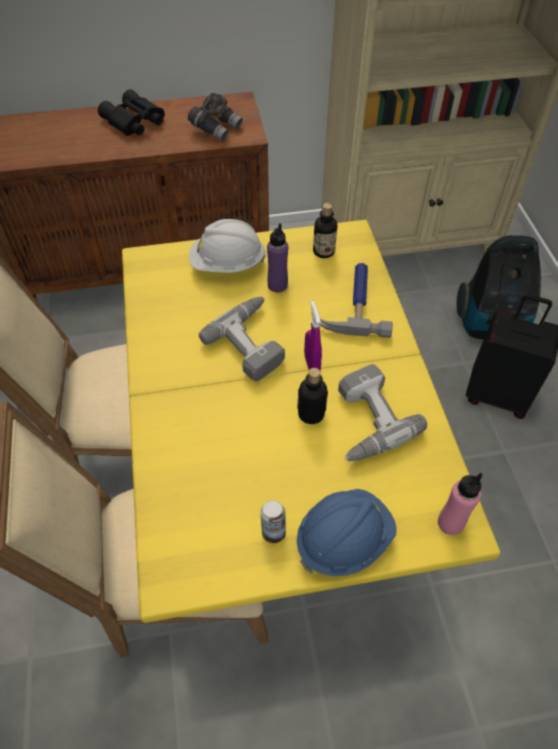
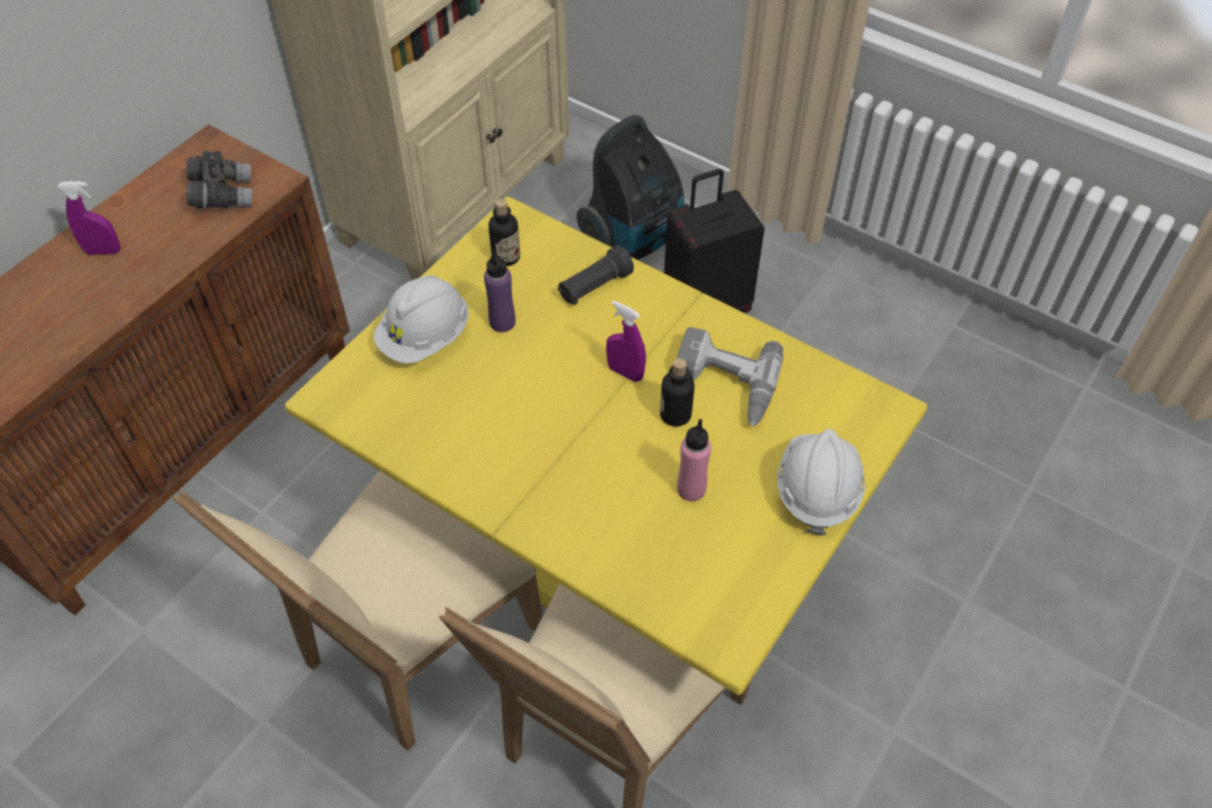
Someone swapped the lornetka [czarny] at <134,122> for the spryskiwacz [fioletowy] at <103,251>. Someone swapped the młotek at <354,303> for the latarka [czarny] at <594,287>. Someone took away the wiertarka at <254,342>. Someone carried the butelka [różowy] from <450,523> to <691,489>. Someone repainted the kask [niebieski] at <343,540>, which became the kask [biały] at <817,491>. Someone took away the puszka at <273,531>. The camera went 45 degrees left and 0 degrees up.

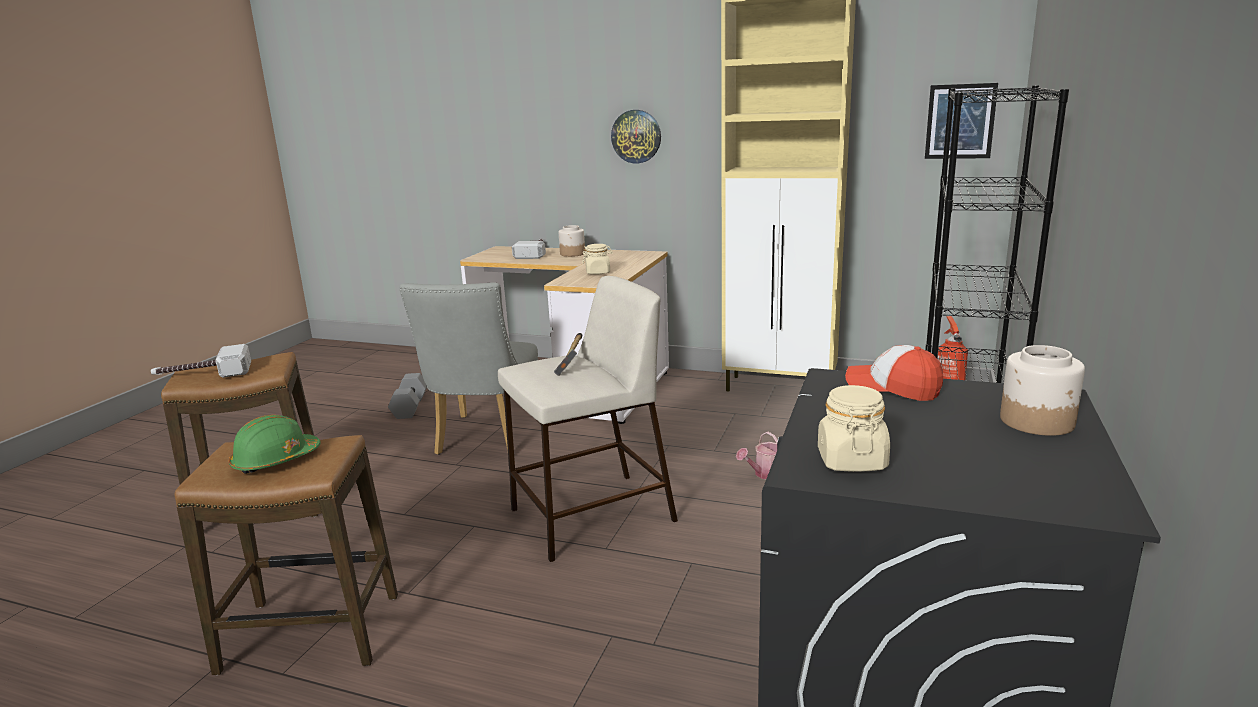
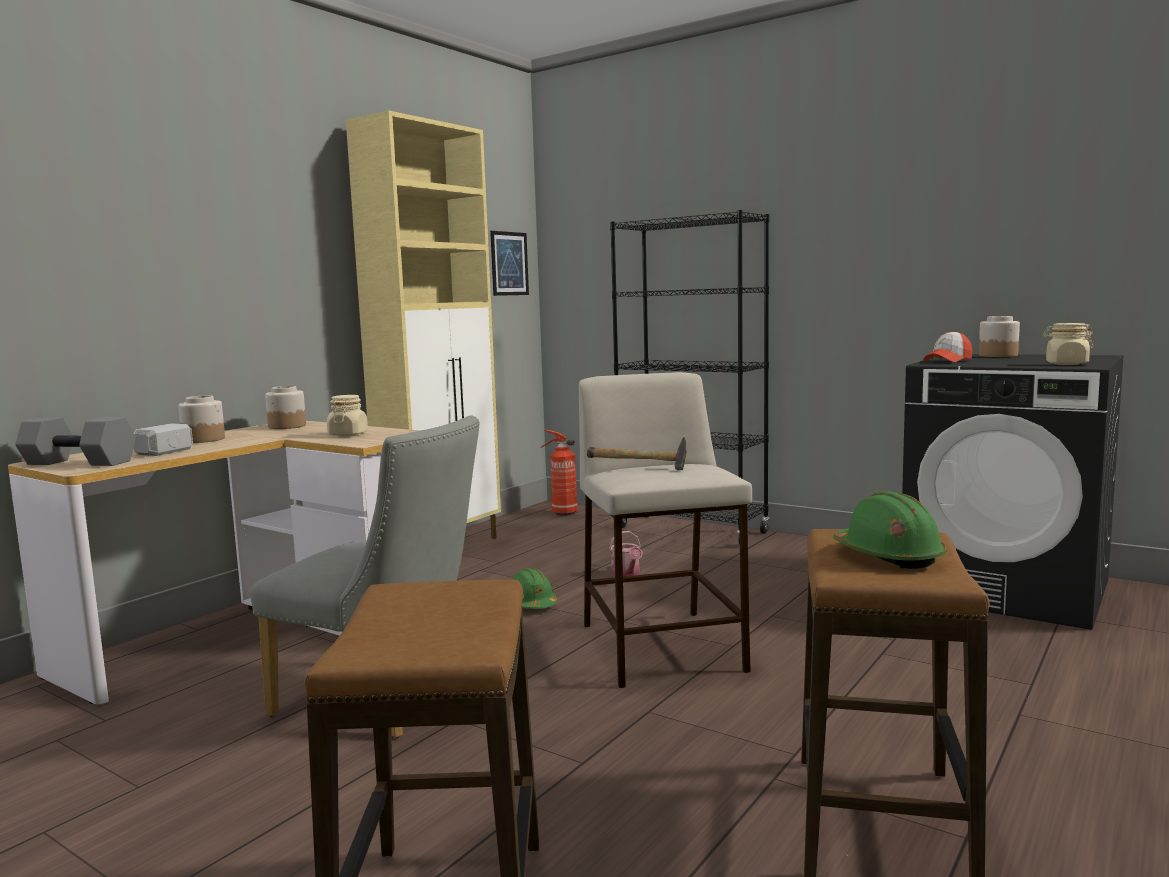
Someone took away the zegar ścienny at <636,136>. Someone took away the młotek at <203,375>. Someone carried the hantel [szary] from <409,407> to <77,463>. Someone put down the słoik at <287,426>. Someone put down the kask [zielony] at <532,604>. The camera went 75 degrees left and 10 degrees down.

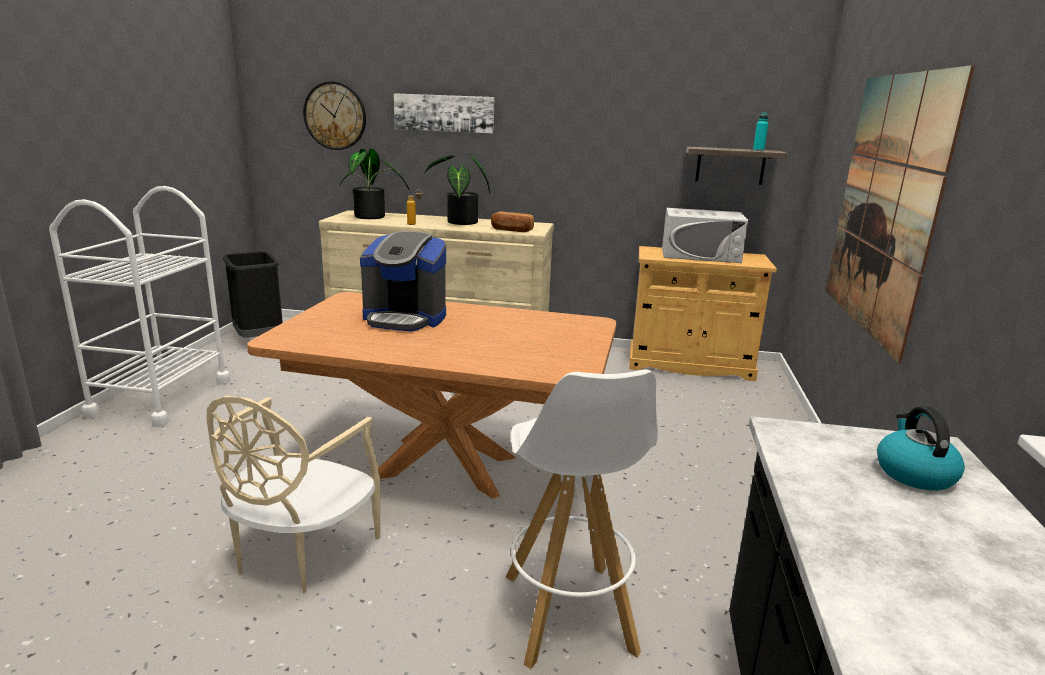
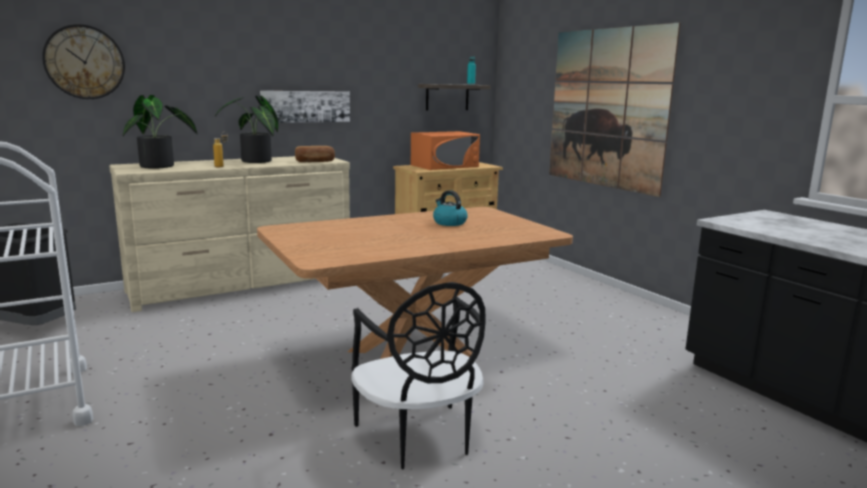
Someone carried the obraz from <444,113> to <306,106>. Someone repainted the mikrofalówka [biały] at <700,255>, which became the mikrofalówka [pomarańczowy] at <444,166>. Someone took away the ekspres do kawy at <405,318>. Someone took away the stołek [biały] at <568,614>. Someone repainted the krzesło [beżowy] at <301,553>, which became the krzesło [czarny] at <419,438>. Someone carried the czajnik from <913,473> to <449,223>. The camera went 40 degrees left and 5 degrees down.

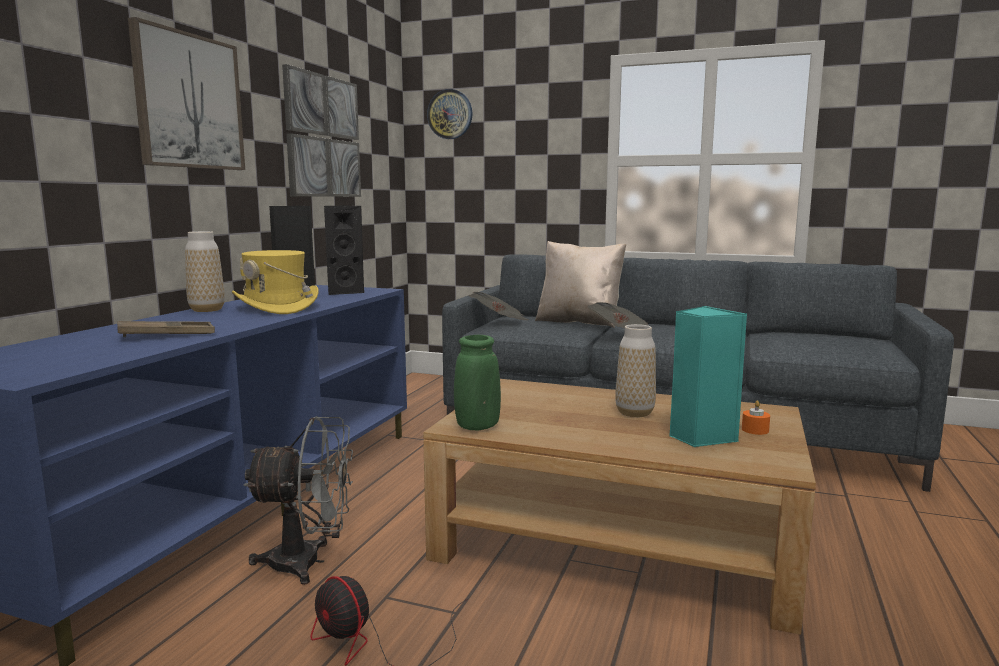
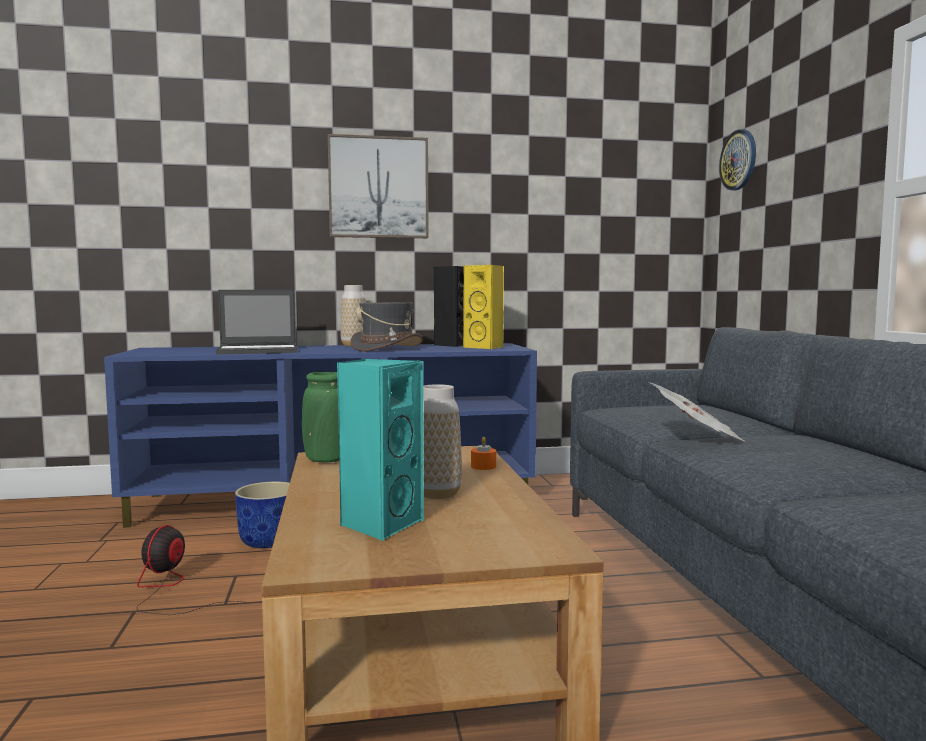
Someone took away the obraz at <323,137>. Someone repainted the głośnik [czarny] at <344,292>, which became the głośnik [żółty] at <485,347>. Someone took away the poduszka [beżowy] at <579,322>. Someone repainted the kapelusz [żółty] at <277,307>, which became the kapelusz [szary] at <387,348>. Someone took away the gazeta at <500,323>. Someone swapped the taca [brązowy] at <167,335> for the laptop at <259,351>. Someone carried the świeca [pomarańczowy] from <755,430> to <483,466>. Someone swapped the wentylator [szary] at <308,562> for the donica [niebieski] at <269,541>. The camera went 60 degrees right and 5 degrees down.

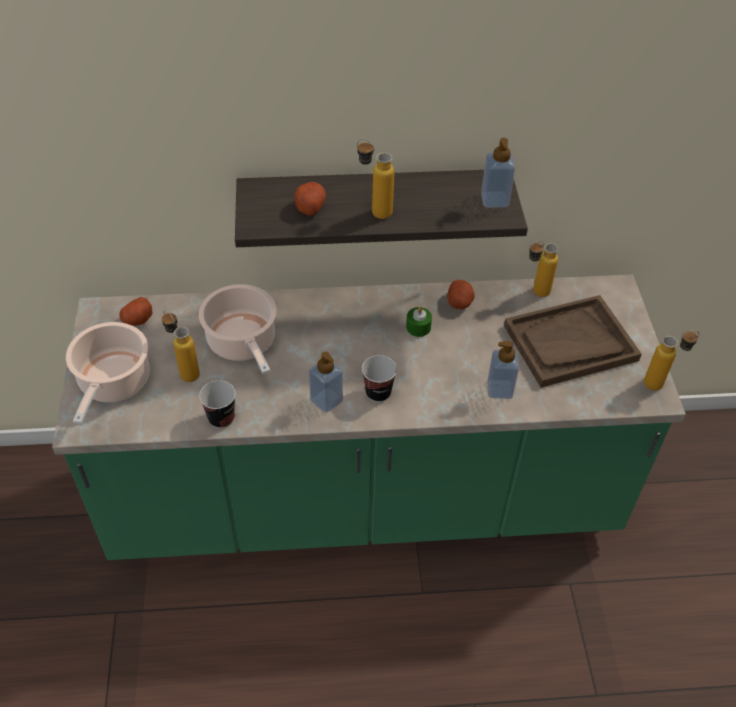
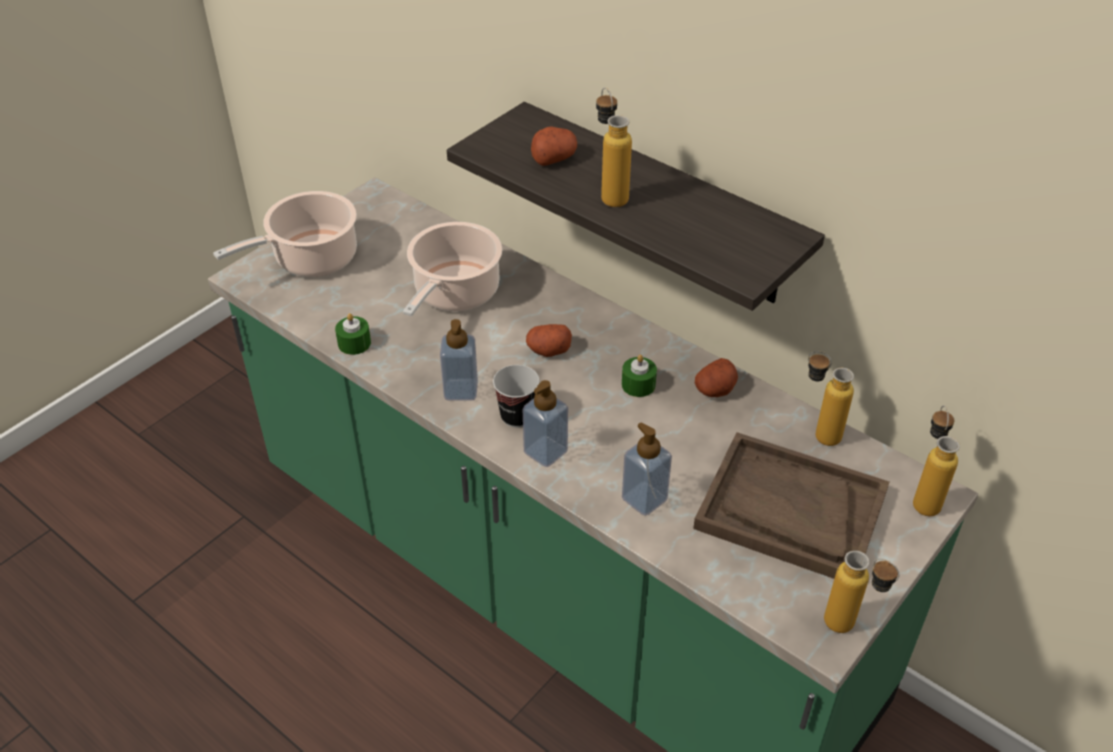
Someone carried the dozownik mydła from <494,200> to <545,452>. Someone carried the ziemniak from <138,320> to <548,350>. Someone carried the butelka from <185,371> to <923,497>. Someone swapped the filiżanka at <221,418> for the świeca [zielony] at <354,343>. The camera went 45 degrees right and 5 degrees down.

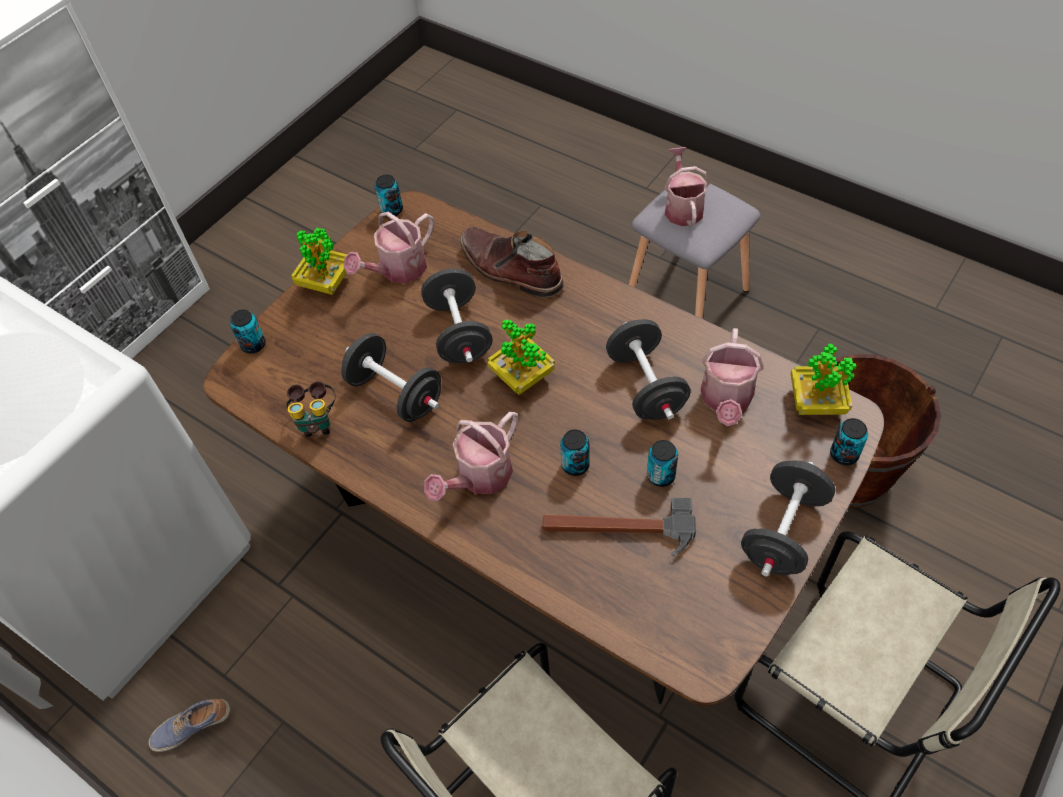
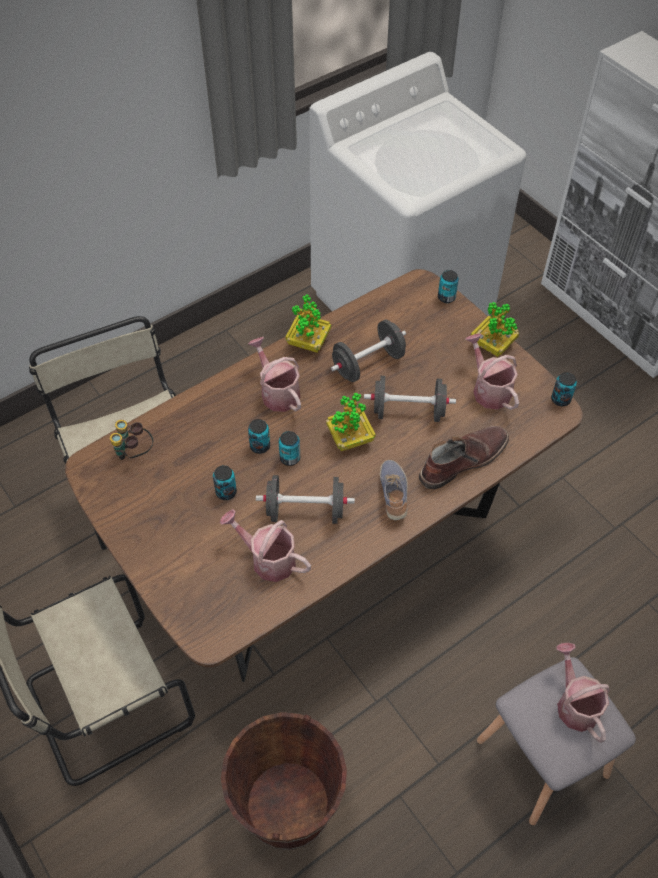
Someone rotated the konewka at <682,207> by 120 degrees counterclockwise. Someone carried the roślina doniczkowa from <816,402> to <308,342>. Someone carried the lornetka from <317,422> to <134,453>. Someone carried the puszka from <844,454> to <290,458>. Someone took away the hantel [czarny] at <783,532>. Someone took away the młotek at <618,529>. Someone carried the but from <192,726> to <394,494>. The camera went 105 degrees right and 0 degrees up.

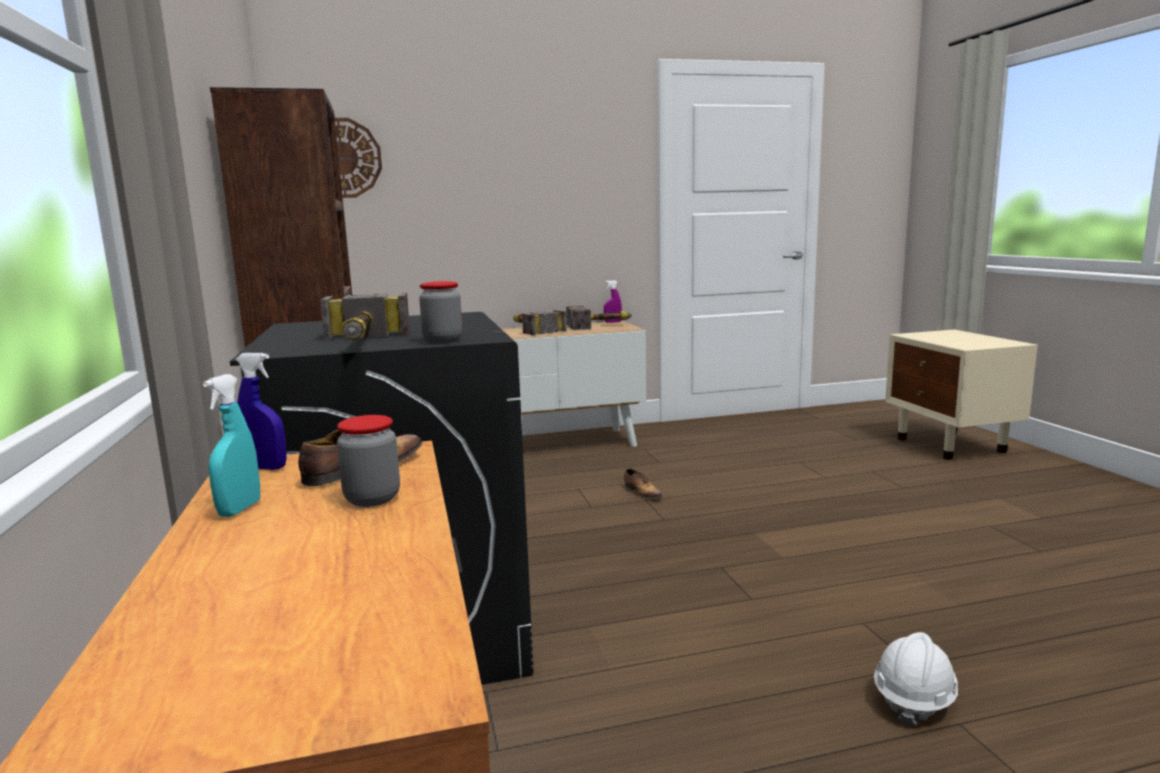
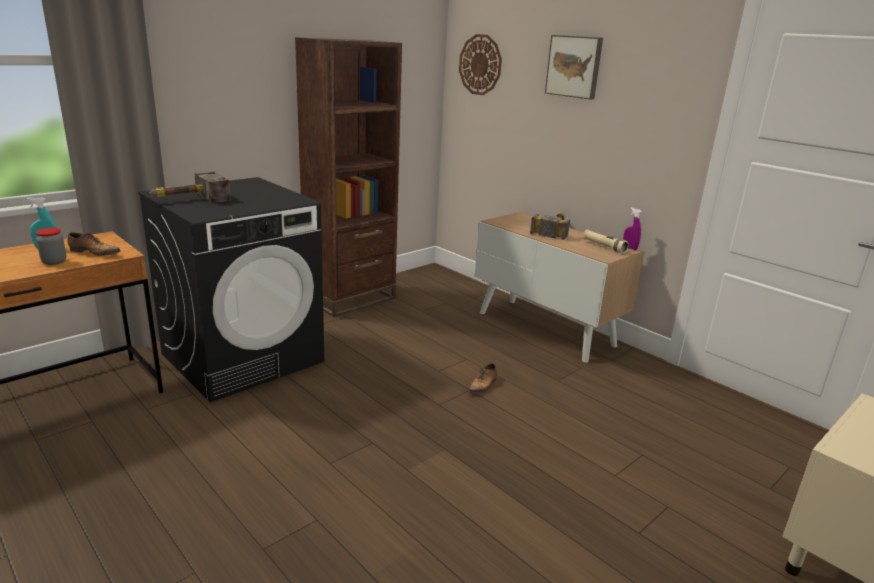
Someone took away the słoik at <443,340>. Someone swapped the młotek at <601,326> for the latarka [beżowy] at <604,247>. Someone took away the spryskiwacz [niebieski] at <265,467>. Someone took away the kask [biały] at <913,699>. Someone put up the obraz at <574,66>. The camera went 60 degrees right and 10 degrees up.

